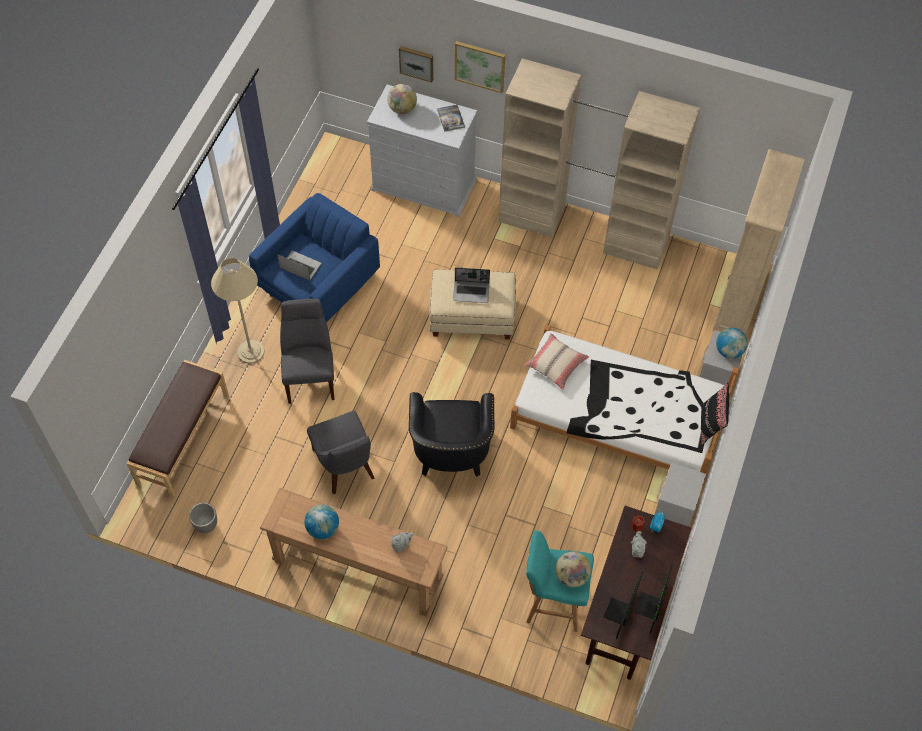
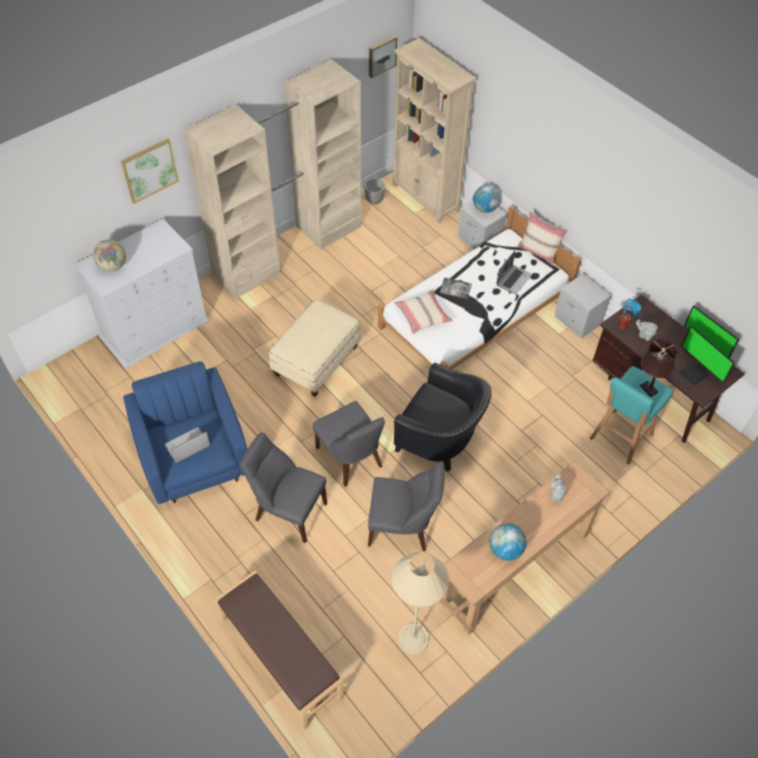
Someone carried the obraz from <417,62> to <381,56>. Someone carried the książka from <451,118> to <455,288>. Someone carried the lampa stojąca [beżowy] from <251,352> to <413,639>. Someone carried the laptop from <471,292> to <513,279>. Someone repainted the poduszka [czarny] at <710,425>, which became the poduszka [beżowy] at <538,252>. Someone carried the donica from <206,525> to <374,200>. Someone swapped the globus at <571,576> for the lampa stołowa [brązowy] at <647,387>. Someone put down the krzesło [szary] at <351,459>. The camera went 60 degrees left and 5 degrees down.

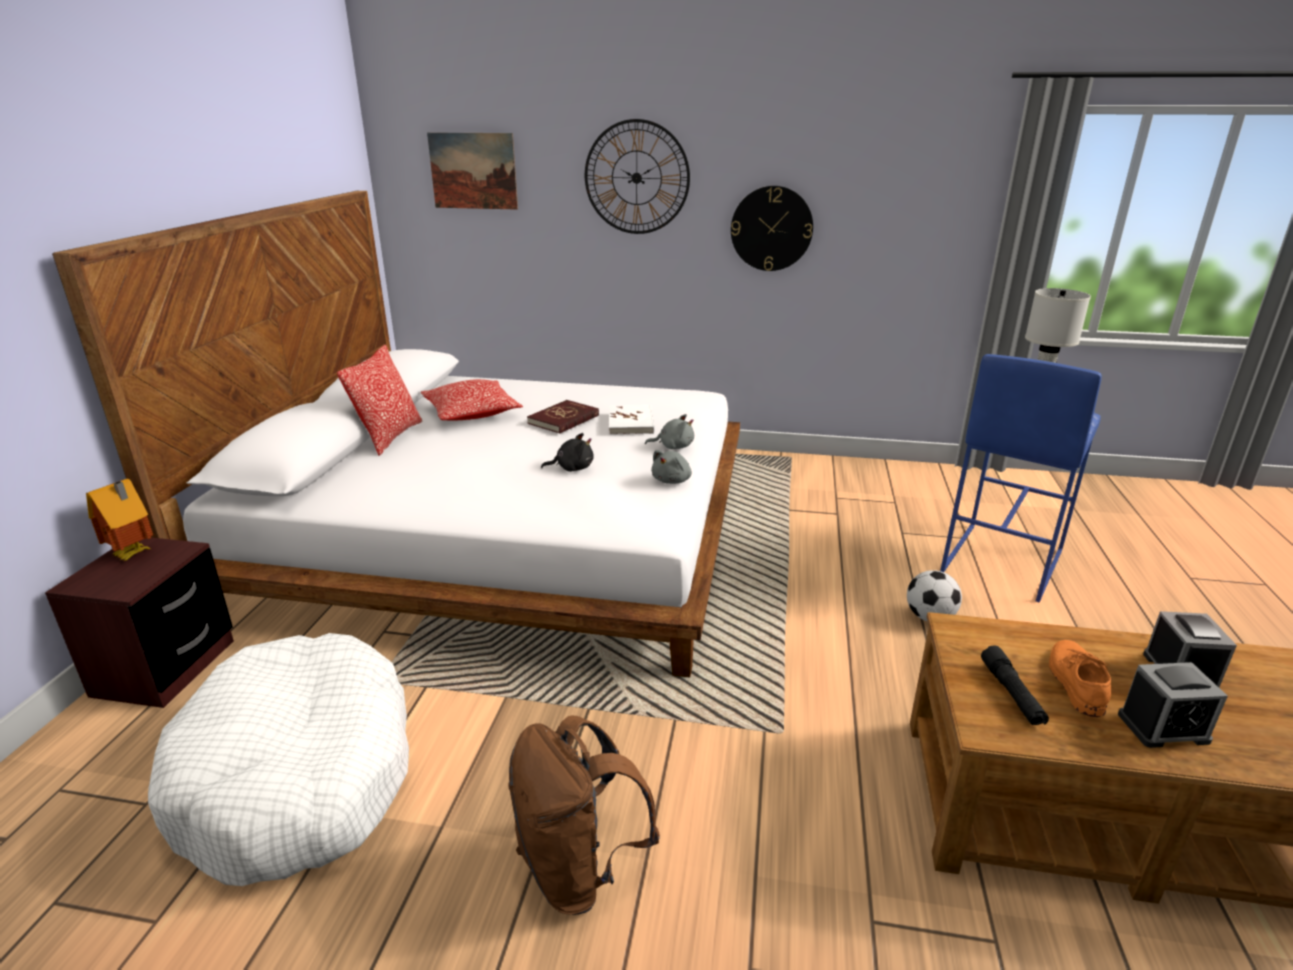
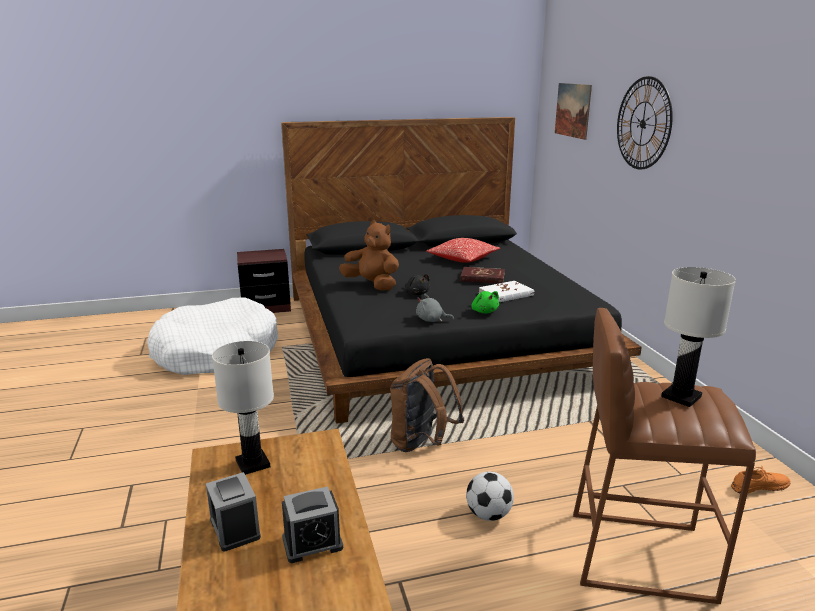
Someone took away the zegar ścienny at <771,228>. Someone repainted the łóżko [biały] at <506,531>, which became the łóżko [czarny] at <438,335>. Someone took away the poduszka at <389,437>. Someone repainted the stołek [niebieski] at <1000,561>, which became the stołek [brązowy] at <638,554>. Someone repainted the pluszak [szary] at <673,446>, which became the pluszak [zielony] at <484,311>. Someone took away the domek at <133,555>. Someone carried the but [pomarańczowy] from <1075,680> to <759,485>. Someone swapped the latarka [czarny] at <1011,694> for the lampa stołowa [biały] at <252,463>. Someone carried the plecak [brązowy] from <579,869> to <421,444>. Someone put down the pluszak [brązowy] at <372,285>. The camera went 65 degrees right and 5 degrees down.

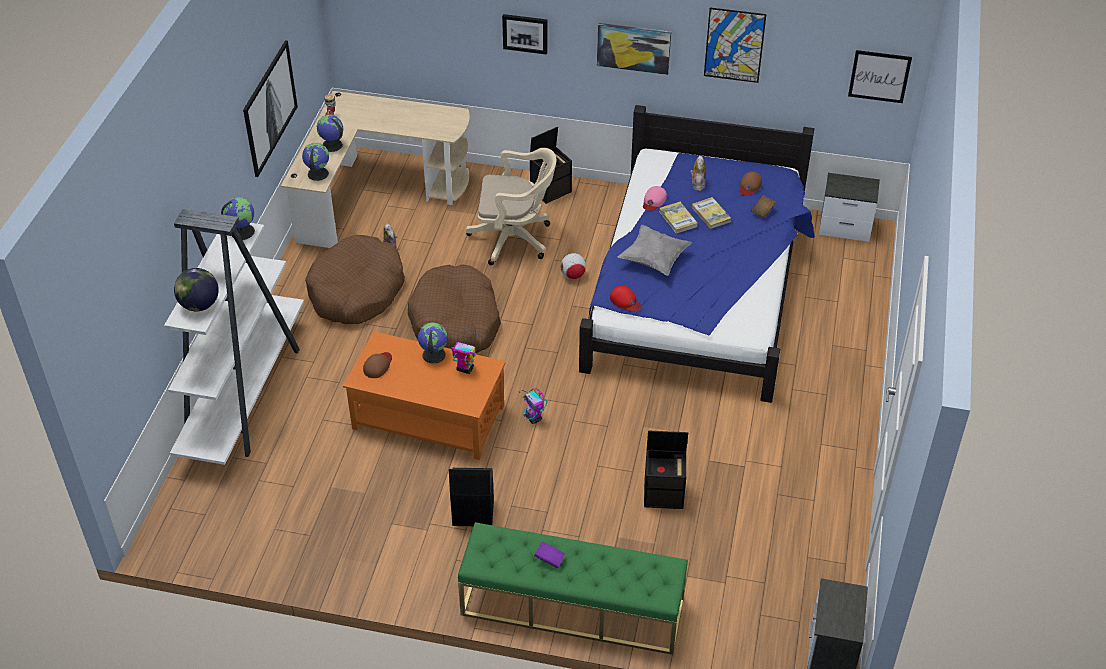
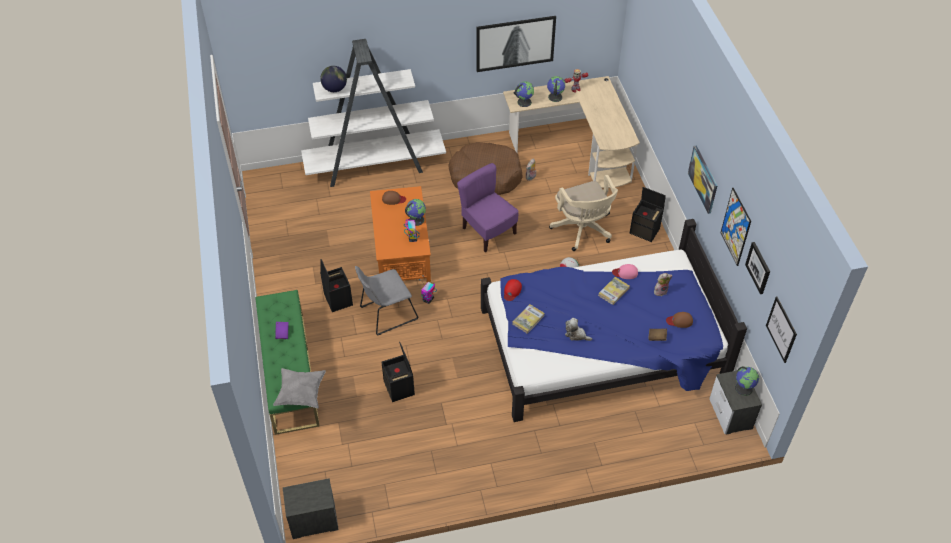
Someone carried the obraz from <525,33> to <758,267>. Someone carried the globus from <242,231> to <744,388>. Someone carried the książka from <711,214> to <528,319>. Someone carried the poduszka [szary] from <654,259> to <301,394>. Someone swapped the legowisko [brązowy] at <456,322> for the krzesło [fioletowy] at <488,231>. Someone put down the krzesło [szary] at <386,314>. Someone put down the pluszak at <576,335>. The camera went 65 degrees right and 5 degrees up.

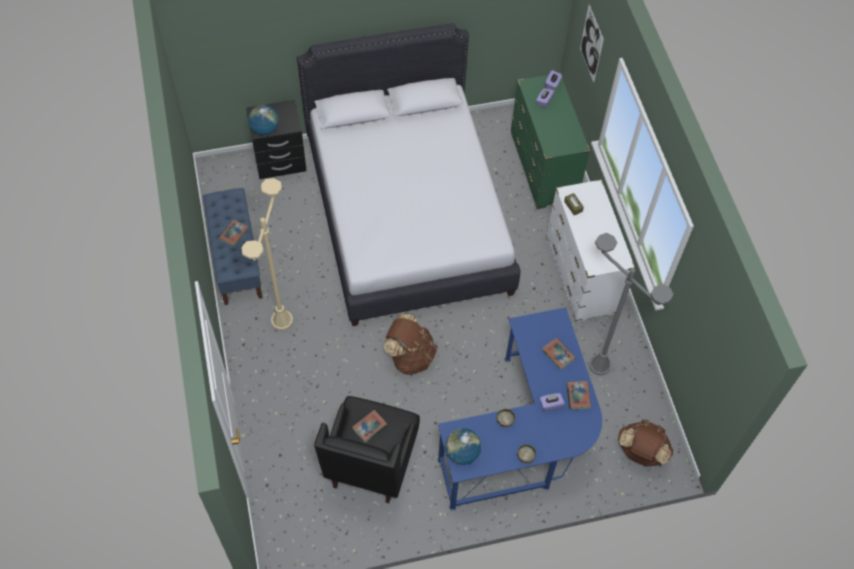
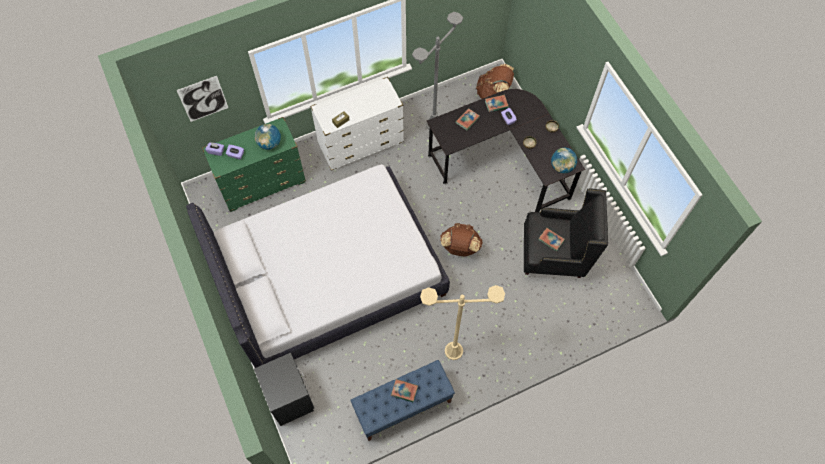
Someone carried the globus from <265,129> to <269,143>. Someone repainted the biurko [niebieski] at <524,437>, which became the biurko [czarny] at <503,162>. The camera went 100 degrees left and 5 degrees up.

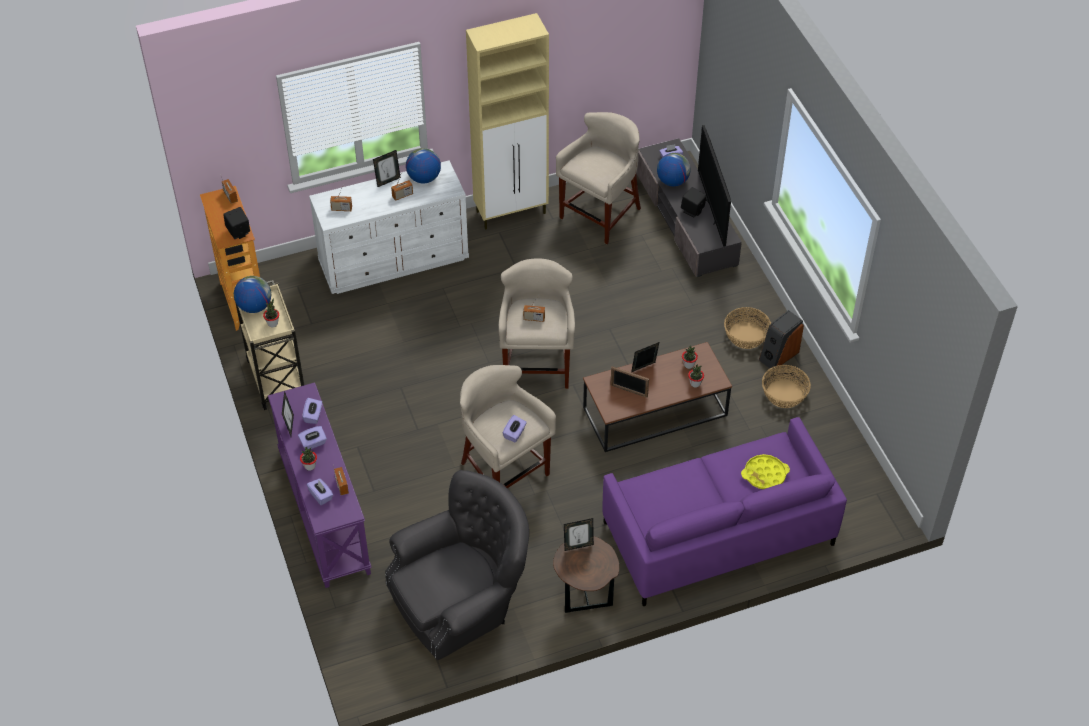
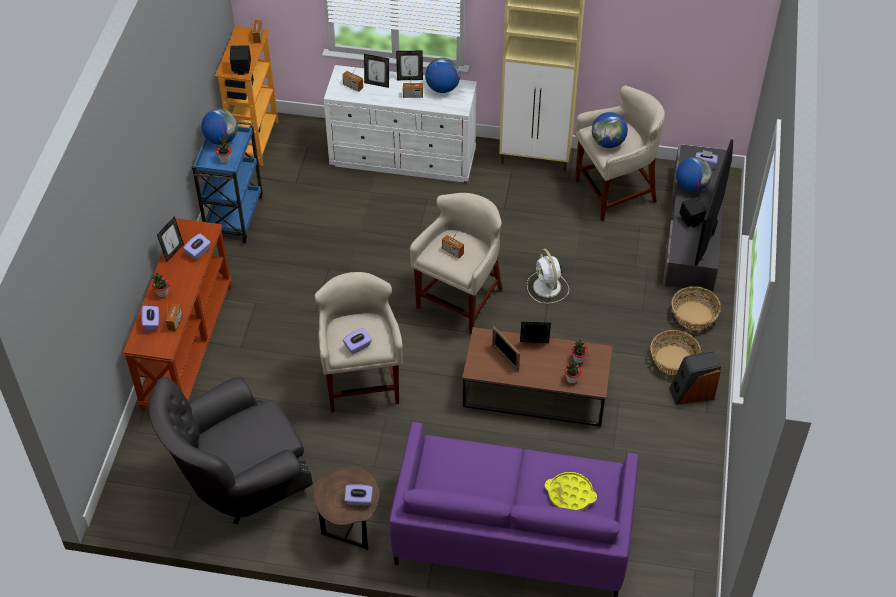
Someone repainted the wózek [beżowy] at <276,377>, which became the wózek [niebieski] at <234,215>. Someone carried the koszyk from <784,394> to <693,316>. Someone repainted the stolik konsolowy [fioletowy] at <323,512>, which became the stolik konsolowy [brązowy] at <186,345>. Someone carried the pudełko chusteczek [fioletowy] from <313,443> to <359,500>. Someone rotated the fotel [szary] at <461,604> by 150 degrees clockwise. Someone carried the ramka na zdjęcie from <578,545> to <377,84>. Someone put down the globus at <608,143>. Someone put down the wentylator [biały] at <547,288>. The camera went 30 degrees right and 0 degrees up.

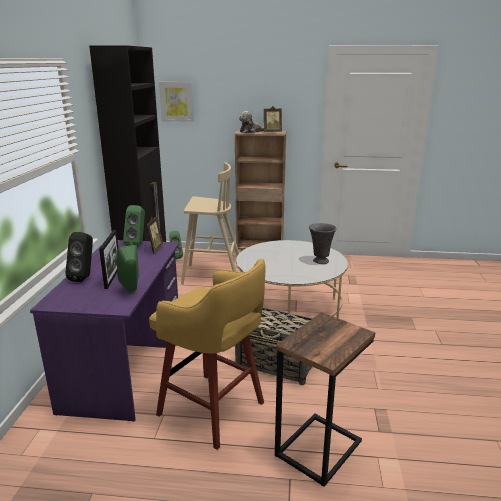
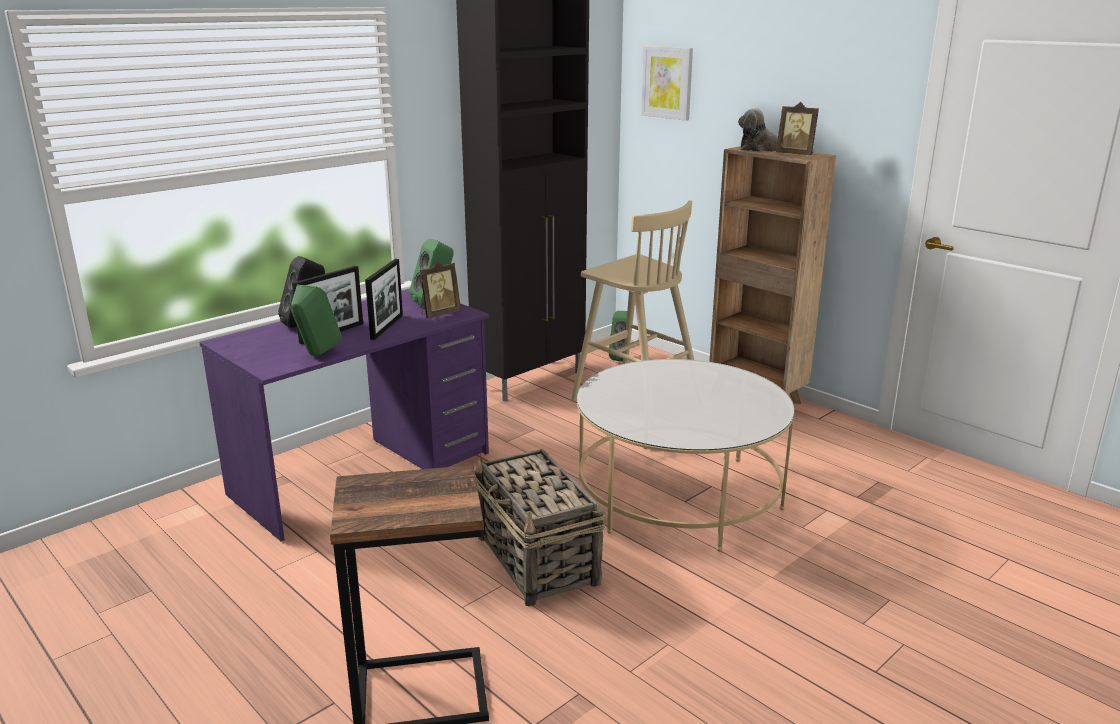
Someone took away the wazon [szary] at <320,261>. Someone took away the stołek [żółty] at <213,410>. Someone put down the ramka na zdjęcie at <387,327>. The camera went 40 degrees right and 0 degrees up.

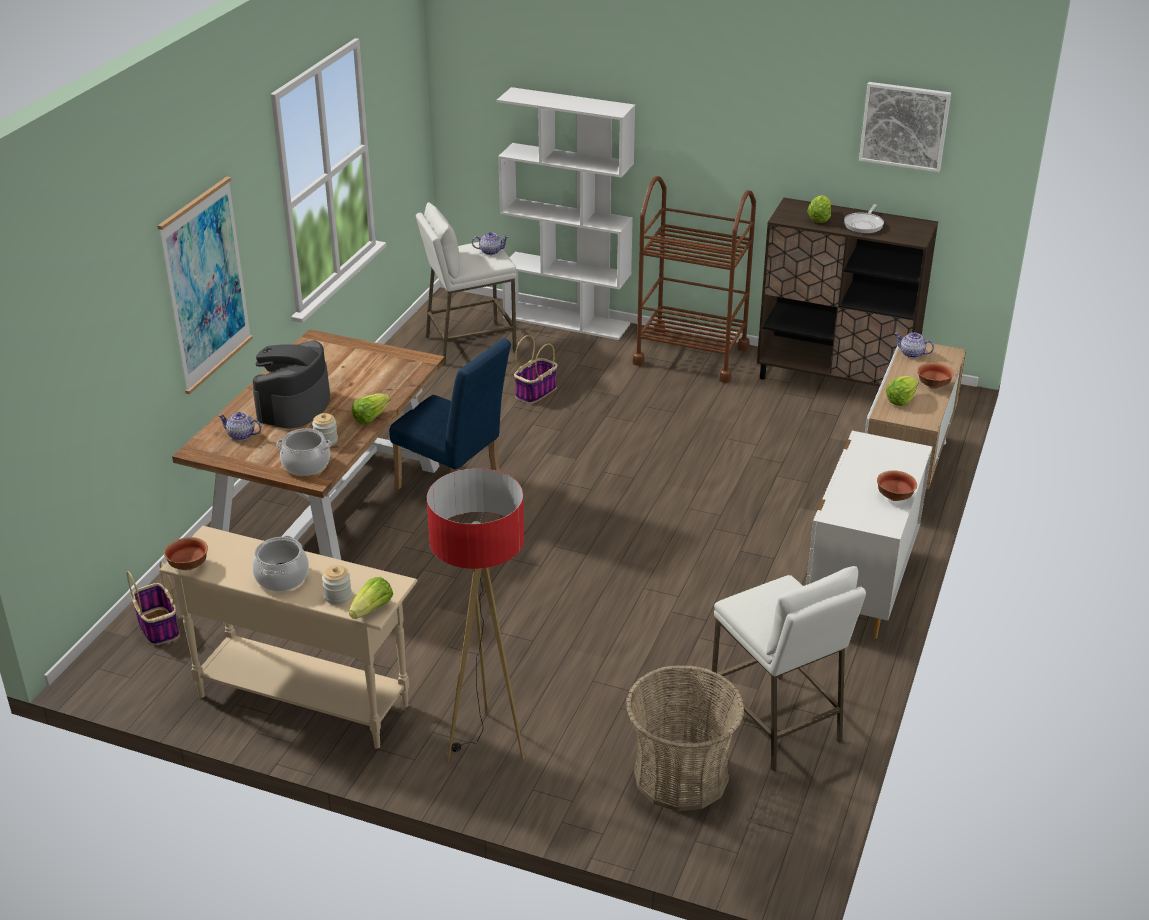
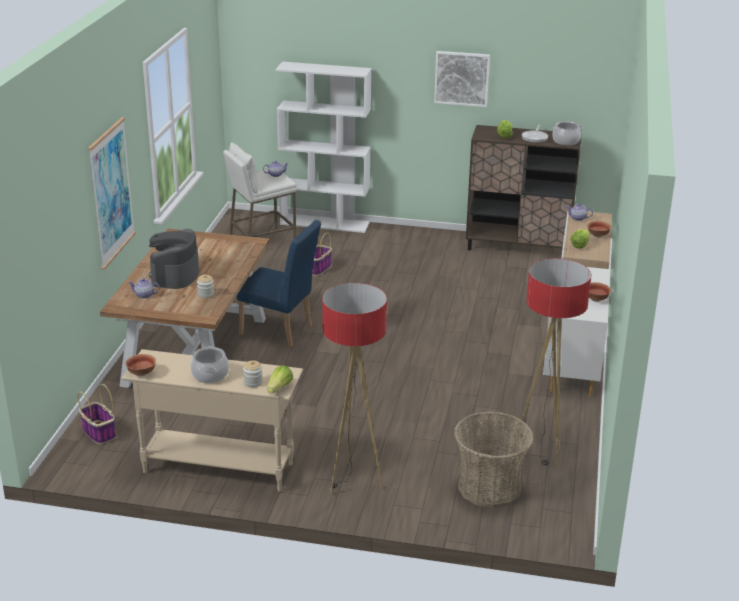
Someone carried the obraz from <904,126> to <462,78>. Someone took away the wózek [brązowy] at <691,355>. Someone took away the sałata at <370,417>. Someone carried the garnek from <306,465> to <566,141>. Someone swapped the stołek [biały] at <776,723> for the lampa stojąca at <542,451>. The camera went 10 degrees left and 5 degrees down.

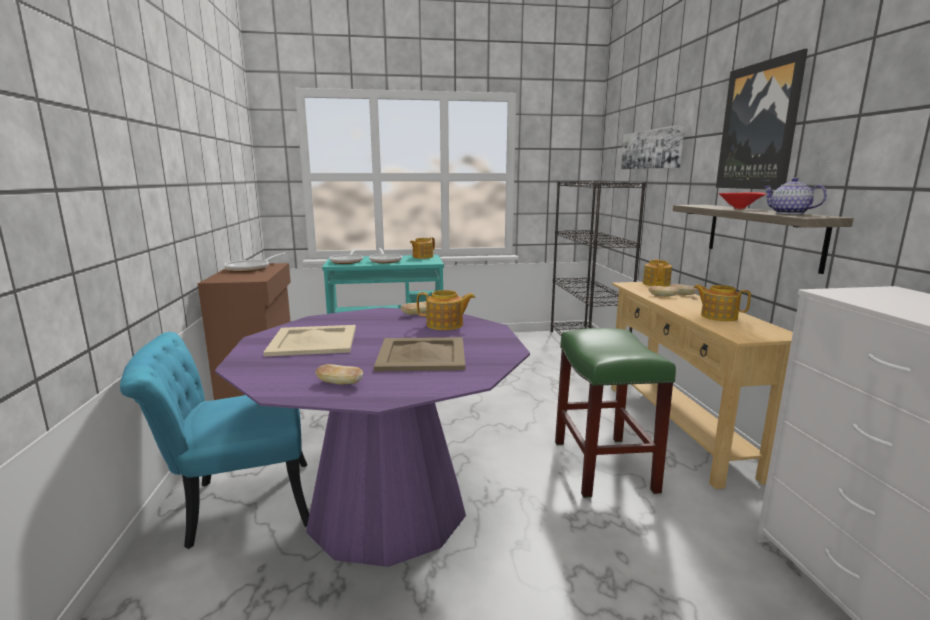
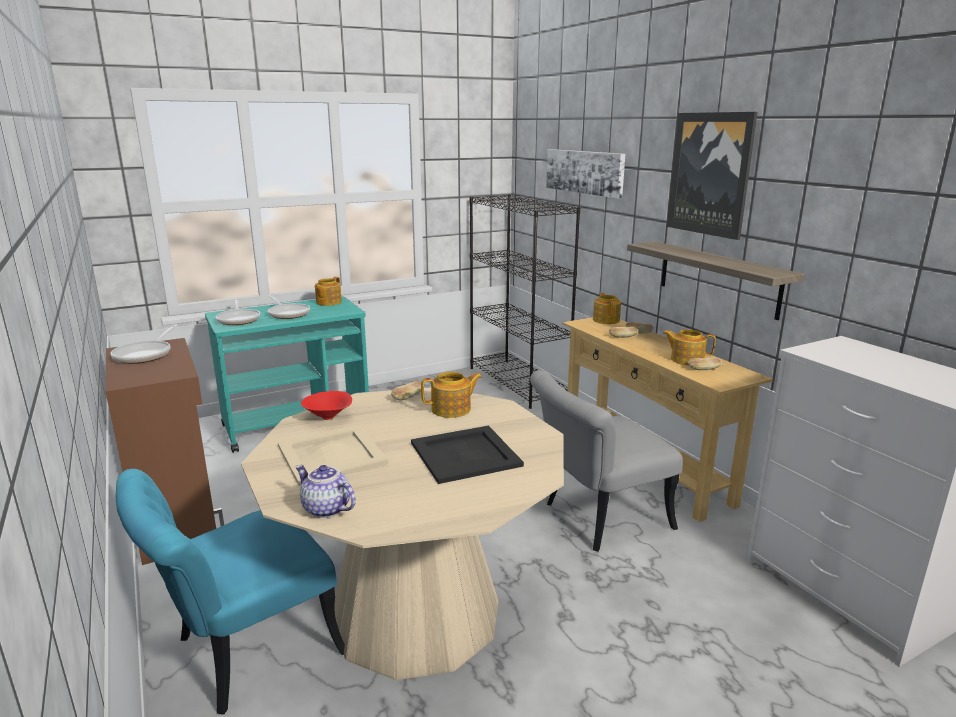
Someone carried the imbryk from <788,213> to <325,509>. Someone carried the miska [czerwony] from <740,209> to <329,418>. Someone repainted the stół jadalny [fioletowy] at <387,507>, which became the stół jadalny [beżowy] at <415,612>. Someone swapped the stołek [zielony] at <602,465> for the krzesło [szary] at <596,519>. Someone repainted the taca [beżowy] at <421,354>, which became the taca [czarny] at <464,454>. Someone carried the chleb from <339,383> to <704,370>. The camera went 20 degrees left and 5 degrees up.

